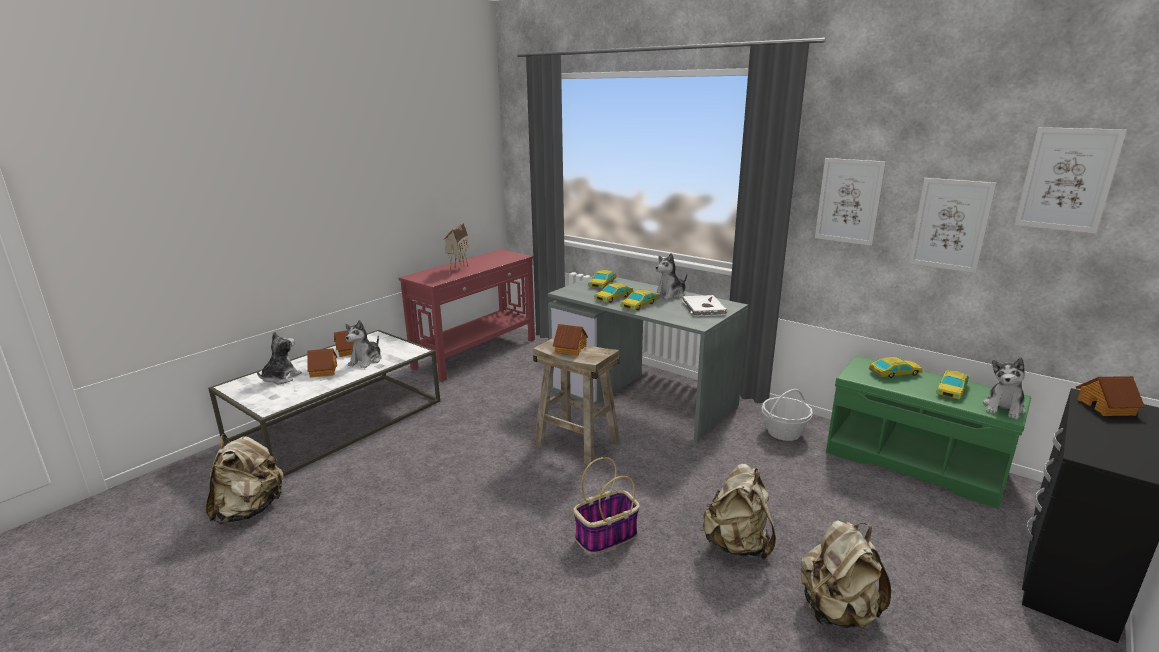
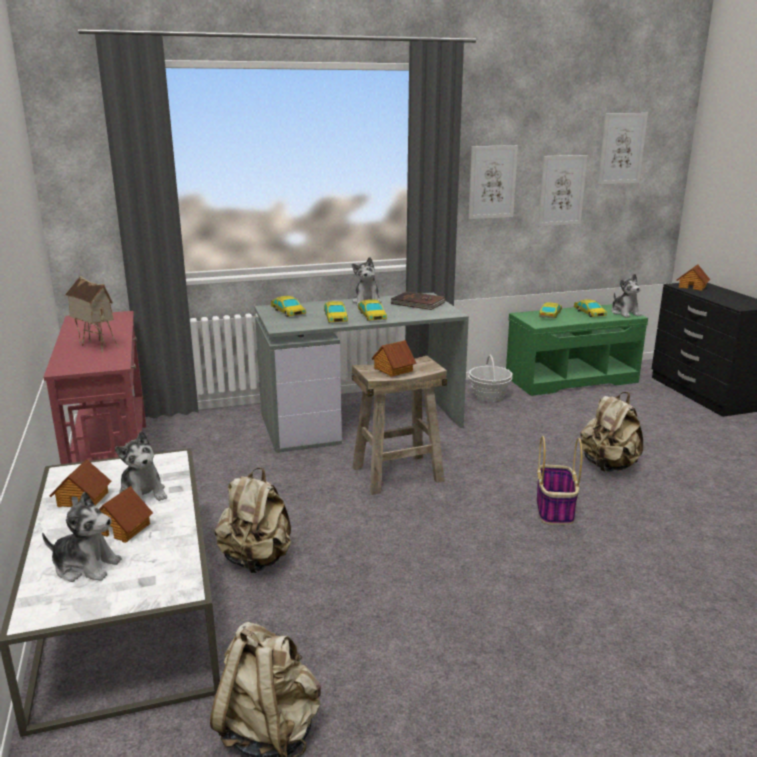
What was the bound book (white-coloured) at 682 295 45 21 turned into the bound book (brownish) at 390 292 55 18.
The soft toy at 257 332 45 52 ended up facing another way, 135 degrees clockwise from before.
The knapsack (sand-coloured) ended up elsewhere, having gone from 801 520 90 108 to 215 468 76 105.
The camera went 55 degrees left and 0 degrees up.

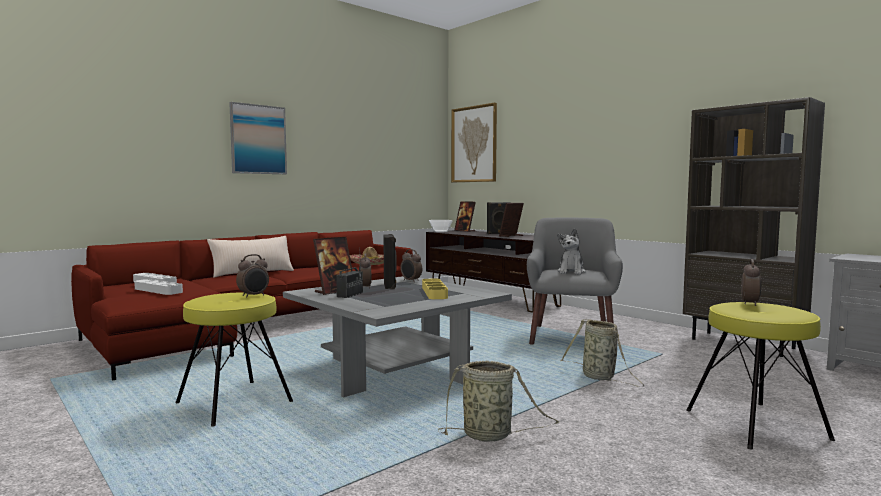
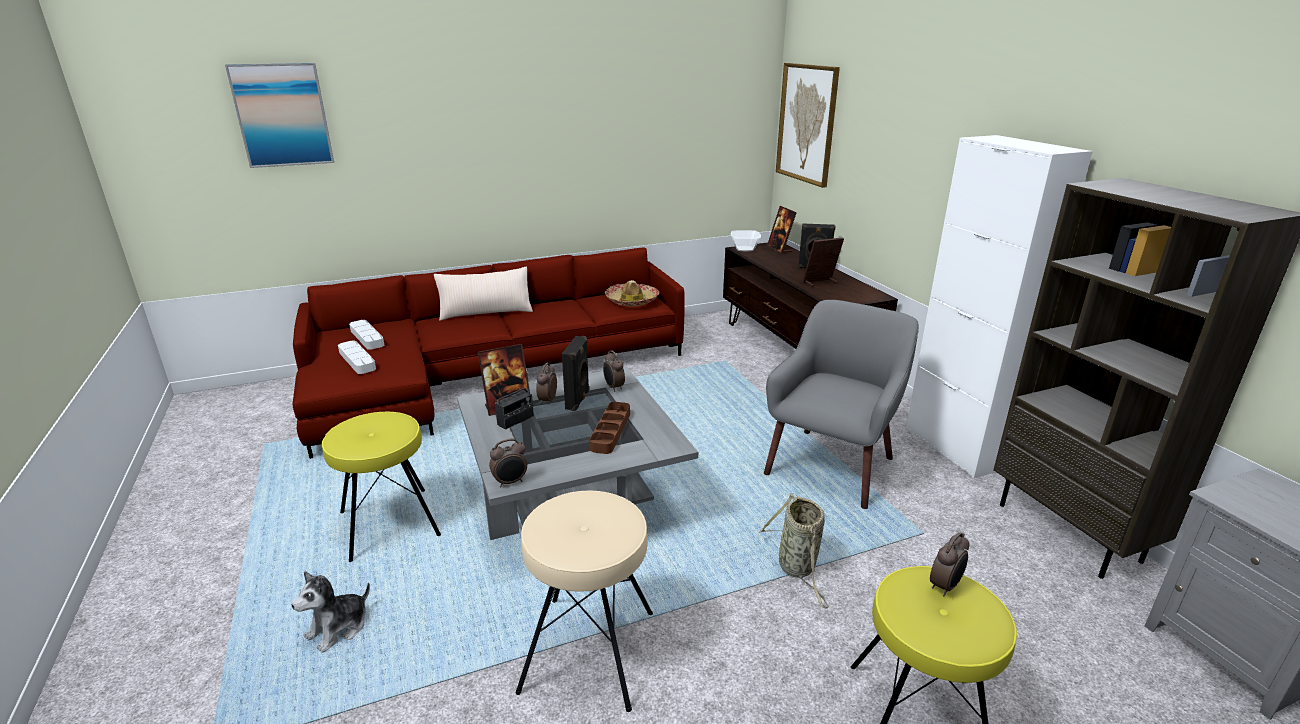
The wall art ended up elsewhere, having gone from 229 102 58 72 to 225 63 109 105.
The soft toy ended up elsewhere, having gone from 557 228 29 47 to 291 571 79 82.
The alarm clock ended up elsewhere, having gone from 236 254 33 44 to 489 439 38 49.
What was the tray (yellow-coloured) at 422 279 26 20 turned into the tray (brownish) at 589 402 41 52.
Where the basket stood at 437 360 122 81, the stool (sand-coloured) came to stand at 515 491 138 221.
The second view gained the cupboard (white-coloured) at 906 135 187 343.
The camera went 20 degrees right and 20 degrees up.

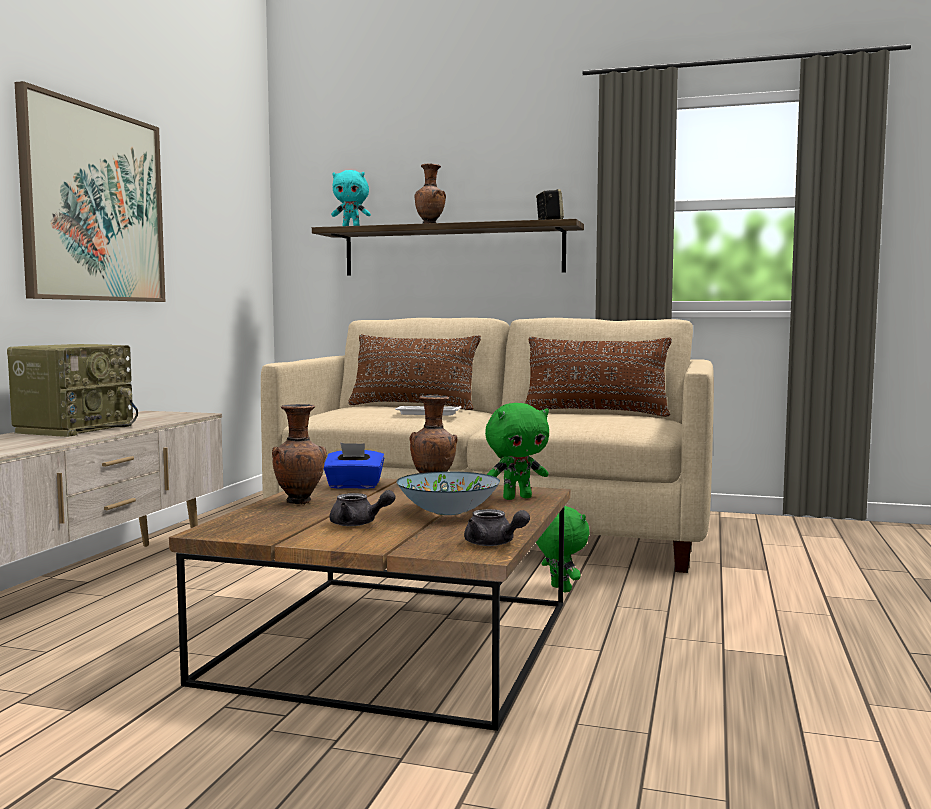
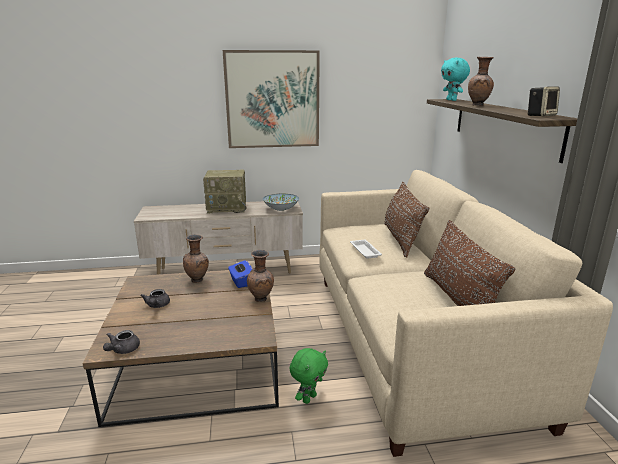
The second view lost the soft toy (green) at 485 403 64 97.
The bowl ended up elsewhere, having gone from 396 471 104 44 to 263 194 36 17.
The camera went 65 degrees right and 15 degrees up.

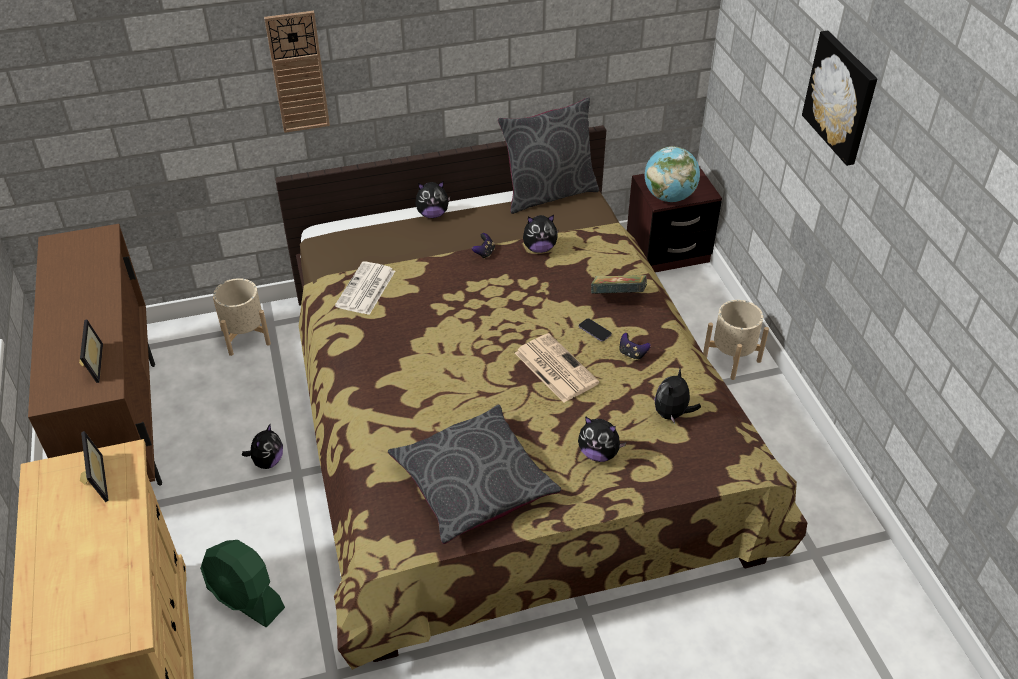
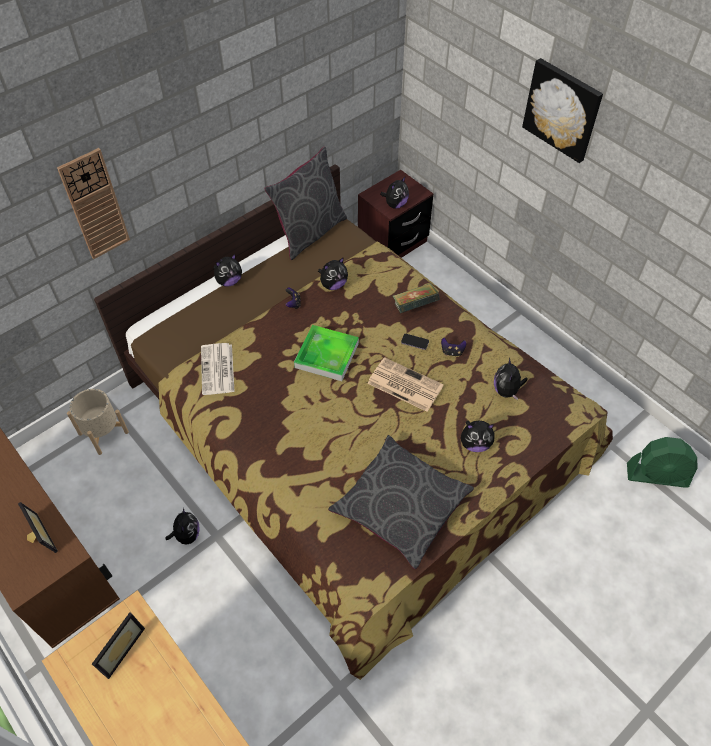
Where the desk globe stood at 644 146 56 56, the soft toy came to stand at 380 177 29 32.
The second view lost the flower pot (sand-coloured) at 703 300 66 80.
The standing frame at 80 431 29 71 ended up facing another way, 75 degrees clockwise from before.
The electric fan (green) ended up elsewhere, having gone from 200 540 85 87 to 627 437 71 51.
The second view gained the tray at 294 325 65 56.
The camera went 25 degrees left and 10 degrees up.

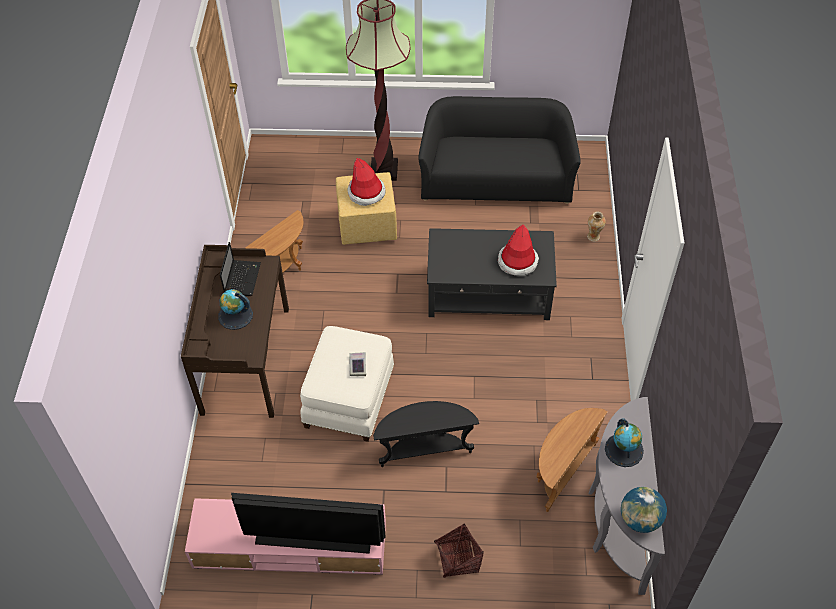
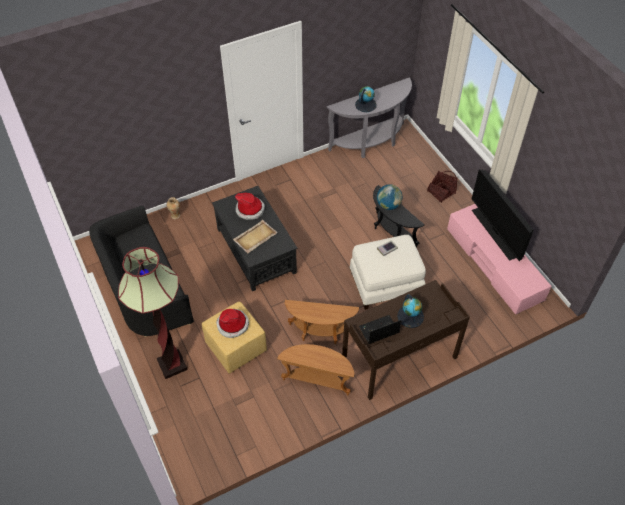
The accent table (brownish) ended up elsewhere, having gone from 536 408 72 104 to 285 300 74 44.
The desk globe ended up elsewhere, having gone from 621 487 46 46 to 377 184 25 26.
The second view gained the tray (sand-coloured) at 233 220 45 33.
The camera went 120 degrees left and 0 degrees up.

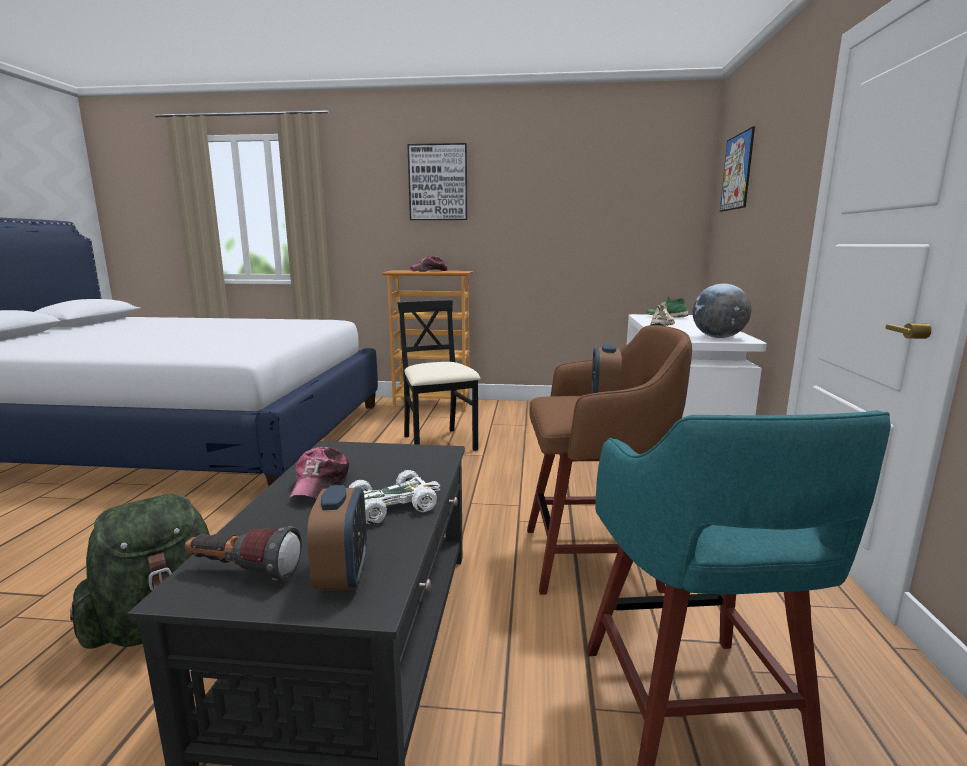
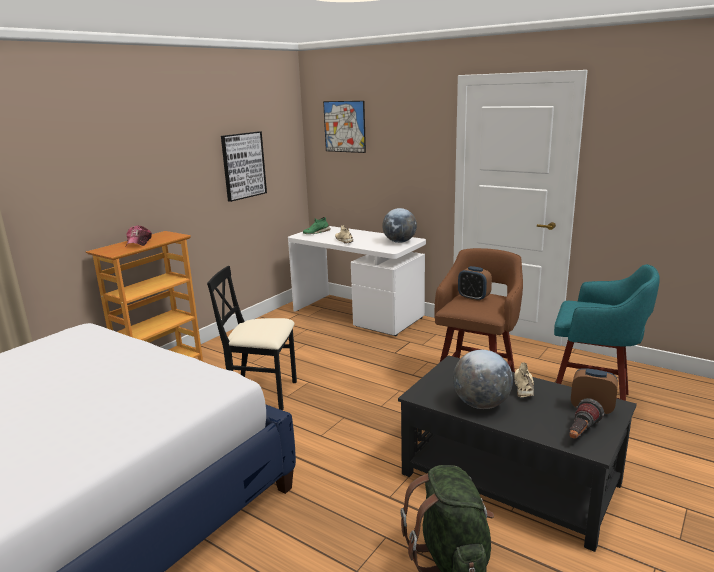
The wall art ended up elsewhere, having gone from 407 143 60 77 to 221 131 46 71.
Where the peaked cap stood at 288 447 61 52, the desk globe came to stand at 453 350 60 59.
Where the model car (white-coloured) stood at 349 470 91 55, the low shoe (sand-coloured) came to stand at 514 362 20 35.
The camera went 60 degrees left and 5 degrees up.

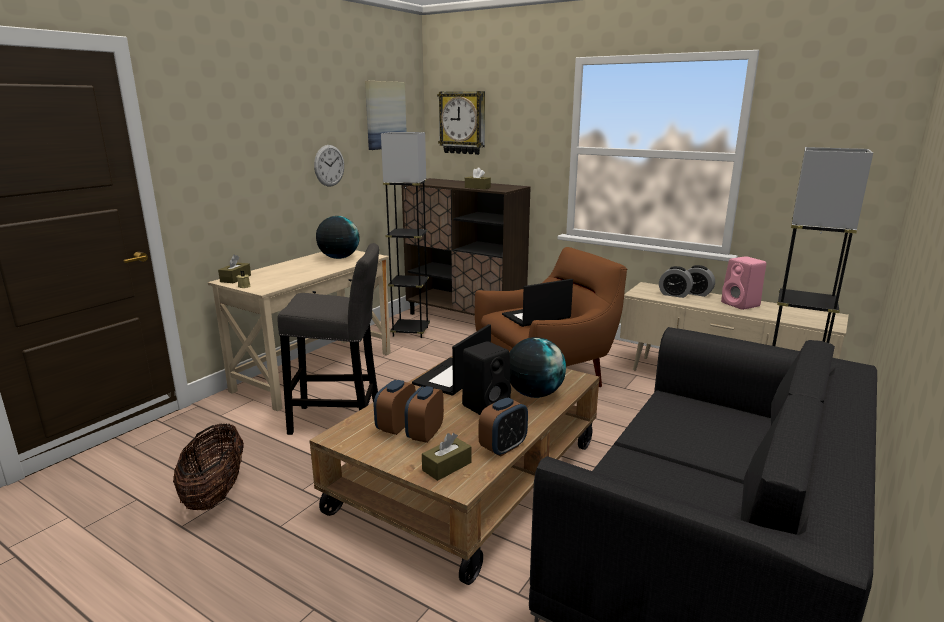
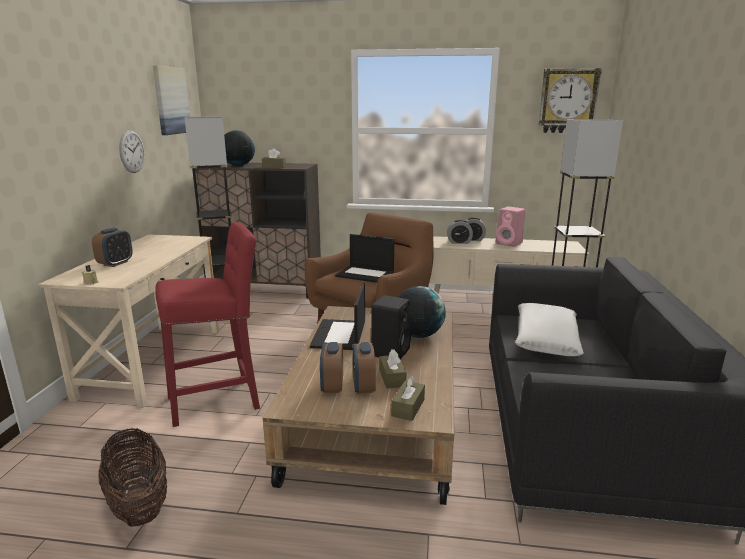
The clock on the wall ended up elsewhere, having gone from 437 91 48 64 to 539 68 63 65.
The desk globe ended up elsewhere, having gone from 316 216 44 43 to 224 130 31 36.
What was the stool (greyish) at 278 243 101 192 turned into the stool (red) at 155 222 105 205.
The tissue box (brownish) ended up elsewhere, having gone from 218 254 33 29 to 379 349 28 40.
The laptop at 502 279 71 48 ended up facing another way, 105 degrees counterclockwise from before.
The alarm clock ended up elsewhere, having gone from 479 398 49 59 to 92 228 41 39.
The second view gained the throw pillow (white-coloured) at 515 303 69 53.
The camera went 25 degrees left and 0 degrees up.

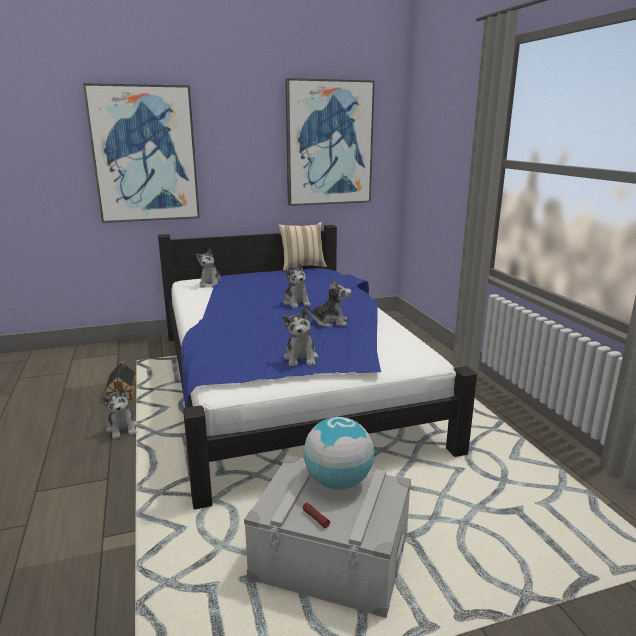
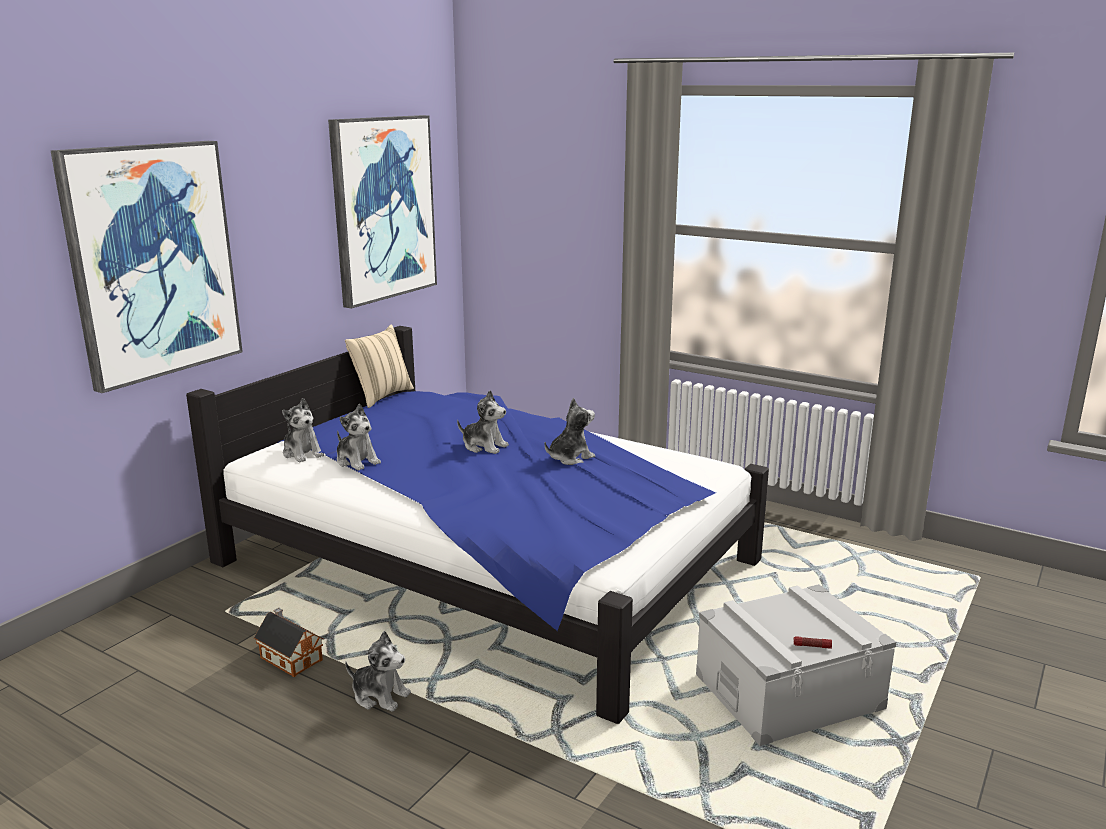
The soft toy ended up elsewhere, having gone from 282 308 36 59 to 337 404 44 67.
The second view lost the desk globe at 303 417 71 73.
The camera went 40 degrees left and 0 degrees up.

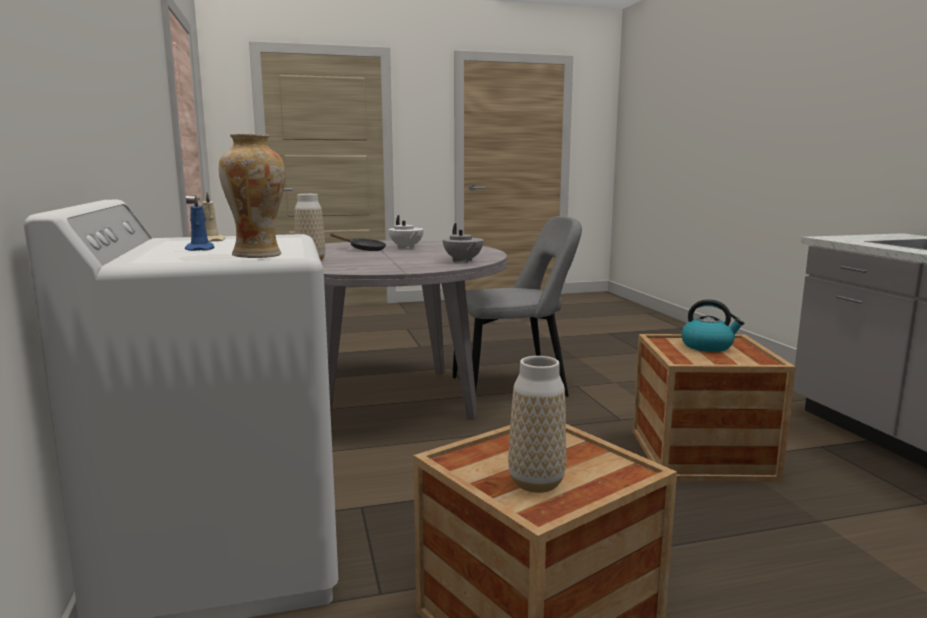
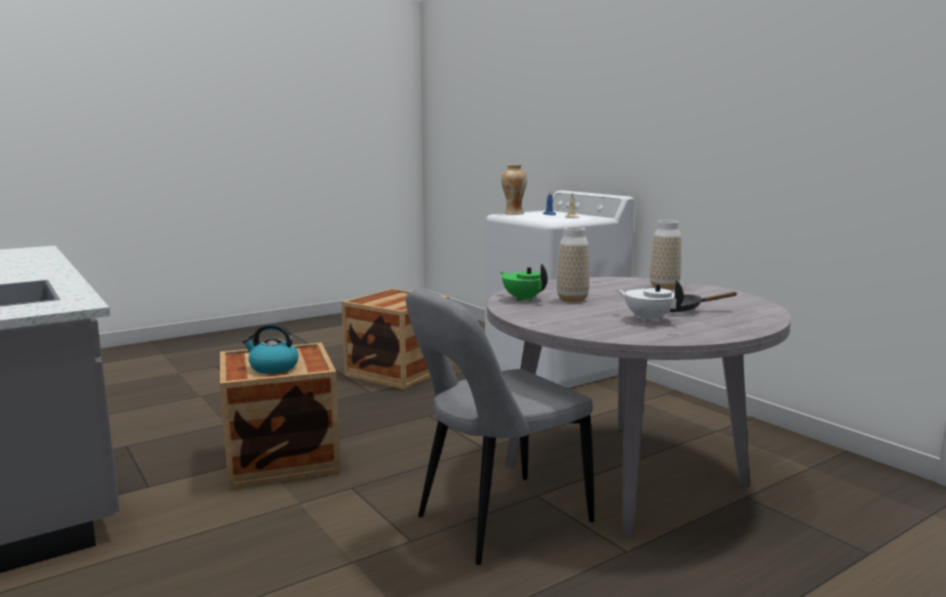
What was the teapot (greyish) at 443 223 41 40 turned into the teapot (green) at 500 264 48 37.
The decorative vase ended up elsewhere, having gone from 508 356 58 137 to 557 227 32 75.
The camera went 160 degrees right and 0 degrees up.

